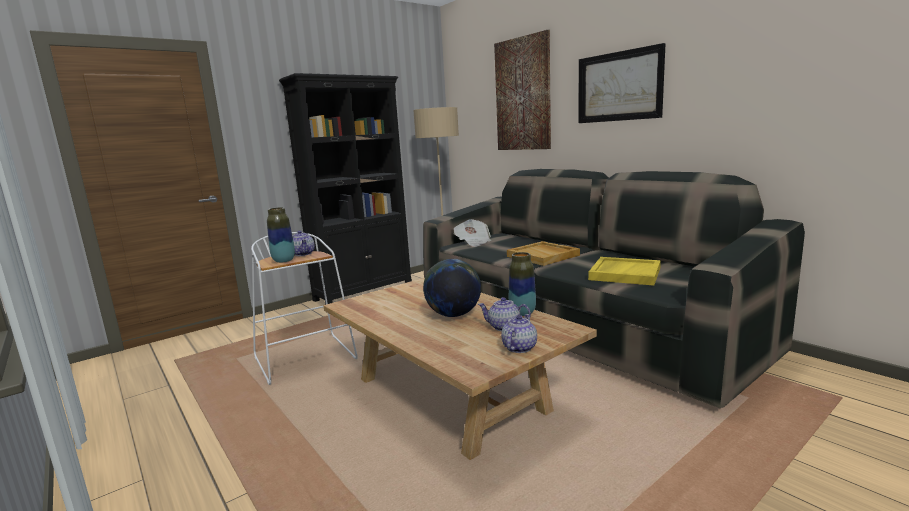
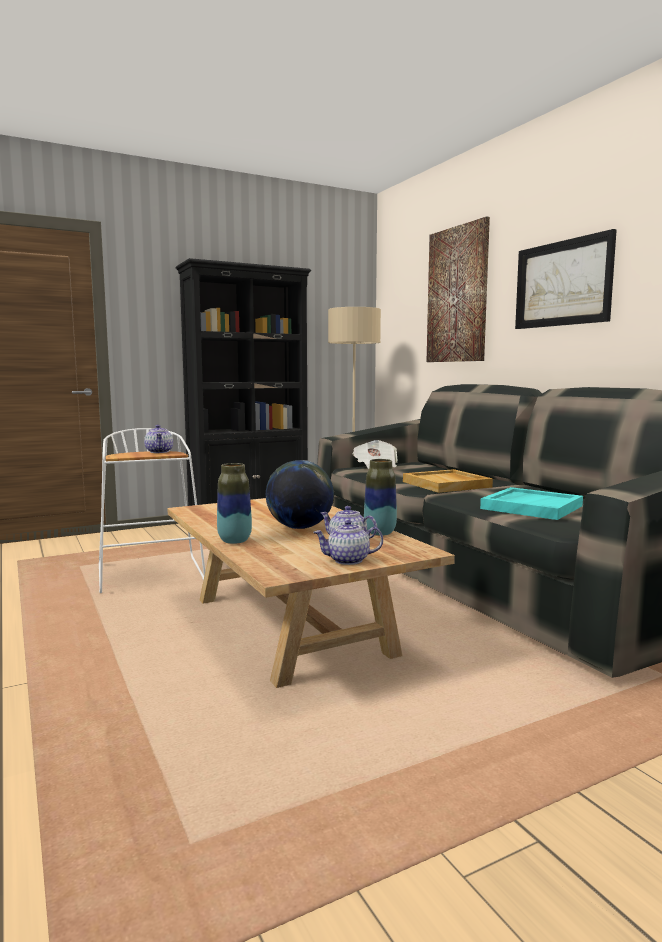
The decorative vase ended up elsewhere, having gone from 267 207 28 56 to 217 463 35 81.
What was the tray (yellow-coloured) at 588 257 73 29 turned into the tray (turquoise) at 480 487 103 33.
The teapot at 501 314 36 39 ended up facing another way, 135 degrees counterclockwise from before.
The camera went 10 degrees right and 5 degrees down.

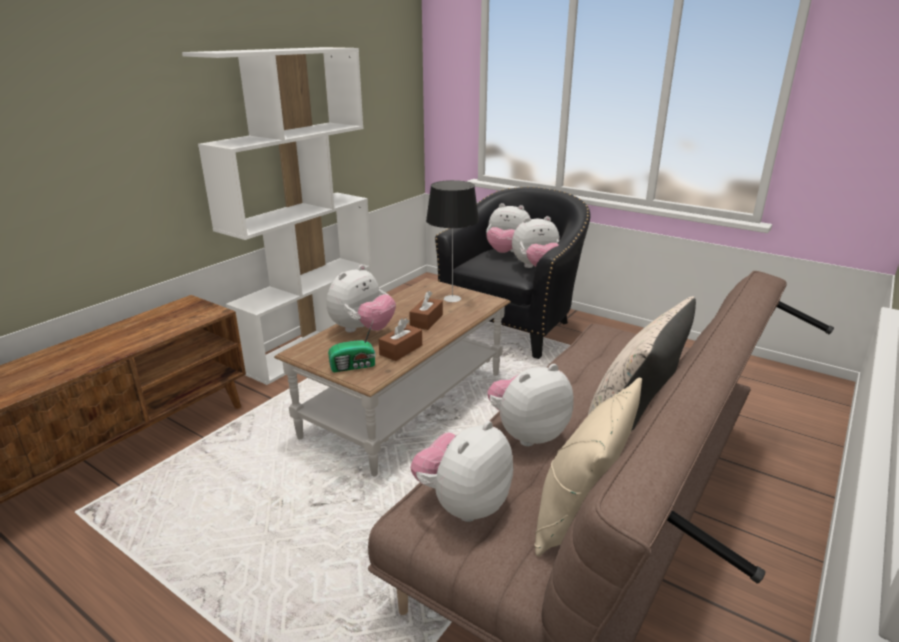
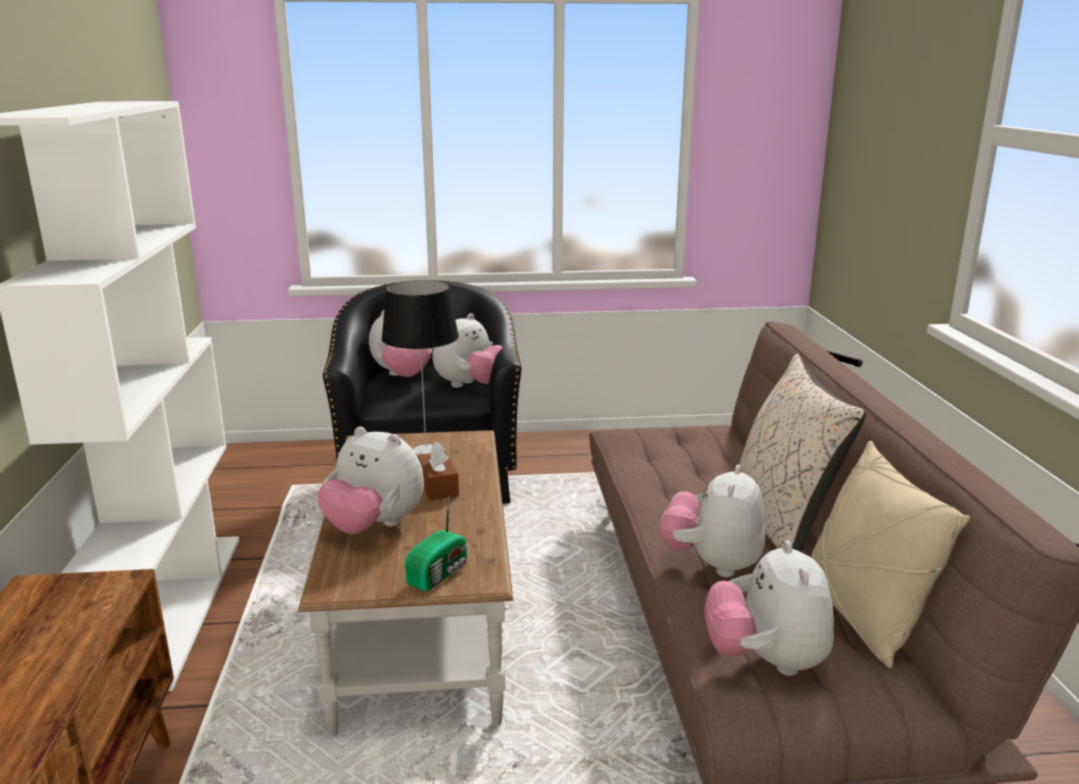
The soft toy at 326 265 70 68 ended up facing another way, 120 degrees clockwise from before.
The second view lost the tissue box (brownish) at 379 318 43 43.
The camera went 40 degrees left and 5 degrees down.

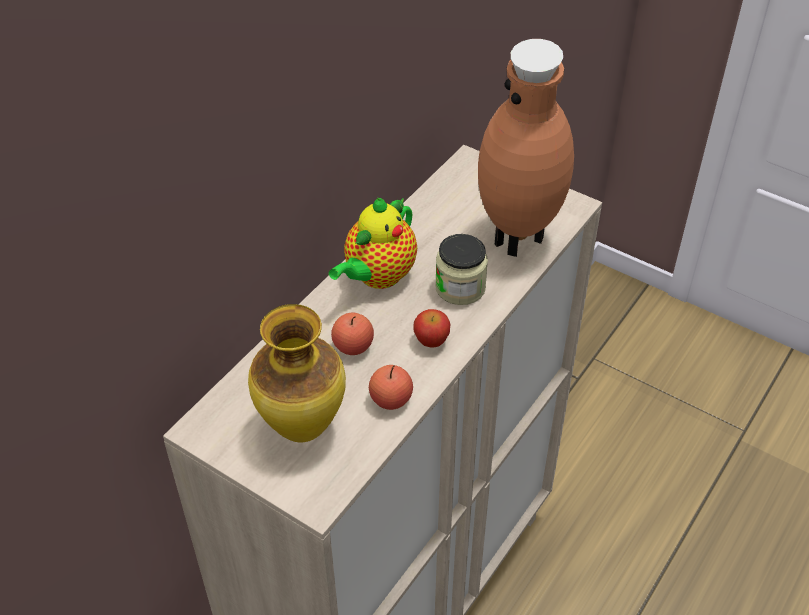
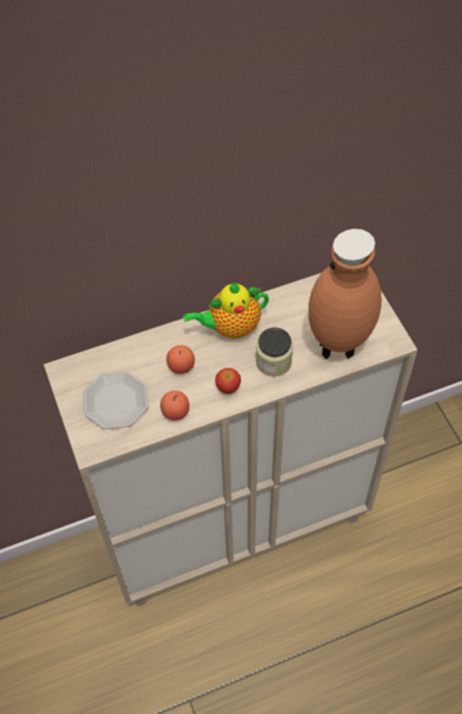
Where the decorative vase stood at 248 304 98 138, the dinner plate came to stand at 83 371 66 58.
The camera went 35 degrees right and 10 degrees up.

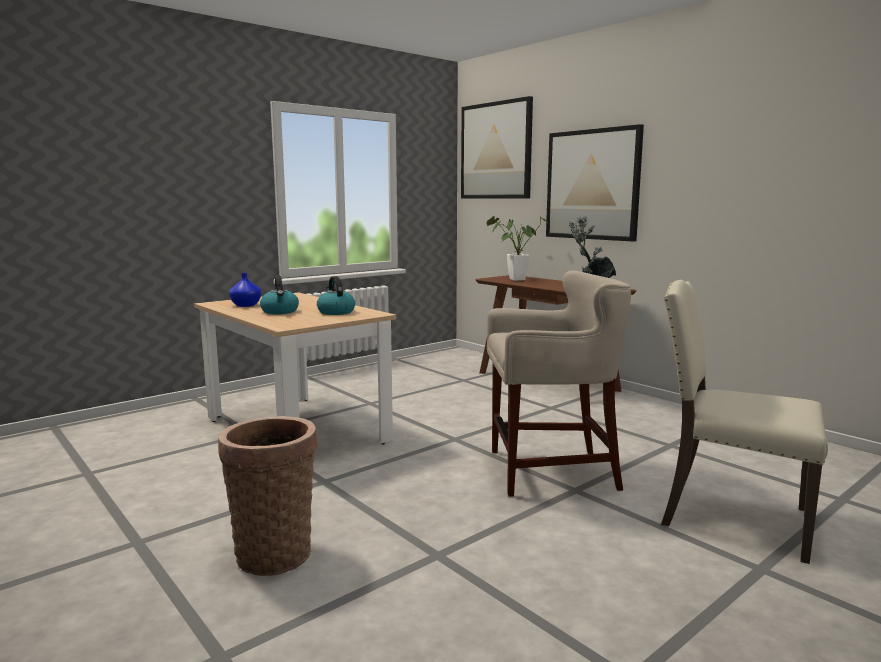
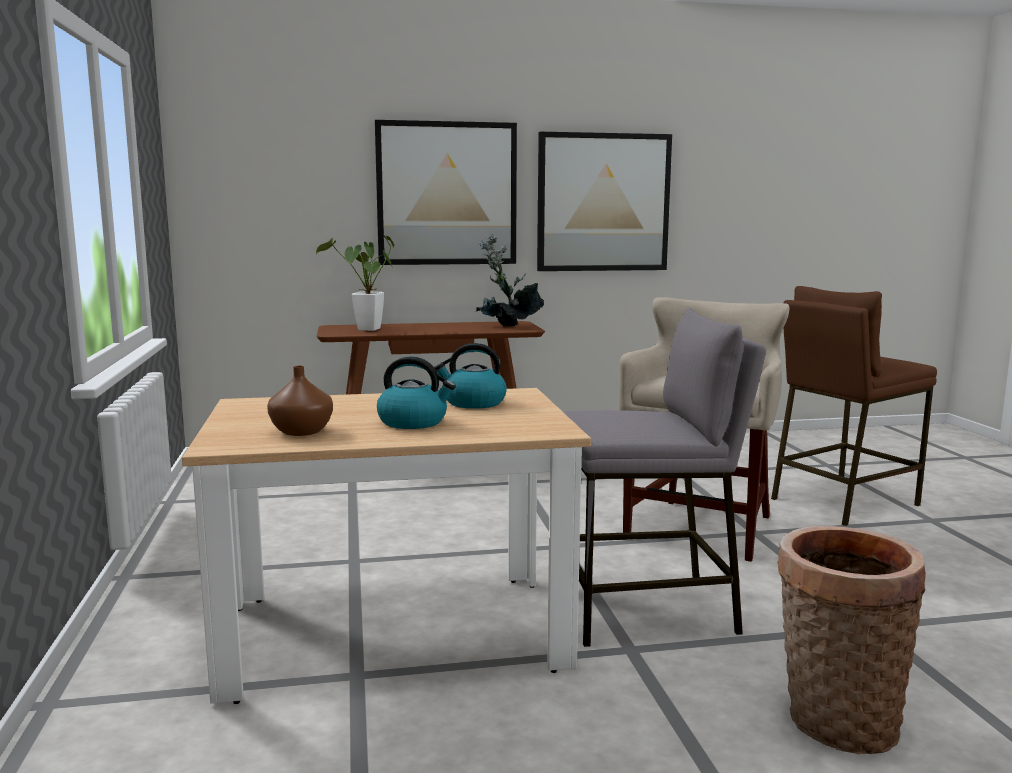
The wall art ended up elsewhere, having gone from 461 96 72 103 to 537 132 135 139.
What was the decorative vase (blue) at 229 273 33 34 turned into the decorative vase (brownish) at 267 366 66 70.
Where the plain chair (sand-coloured) stood at 661 280 167 284, the stool (brownish) came to stand at 771 286 166 240.
The second view gained the stool (greyish) at 563 308 203 339.
The camera went 60 degrees left and 0 degrees up.

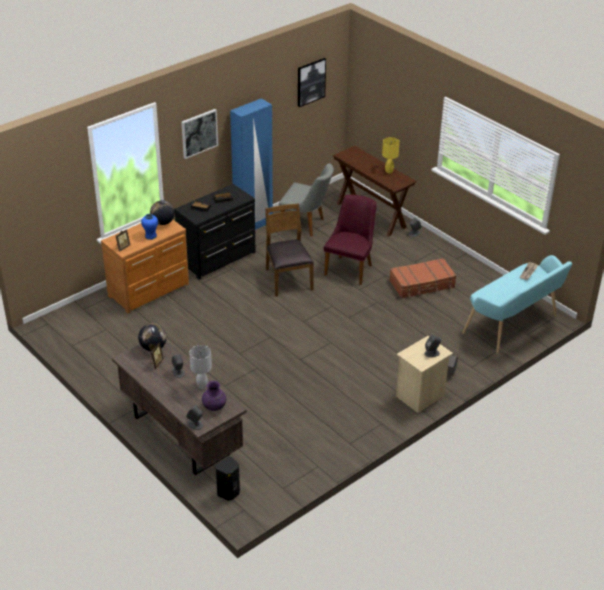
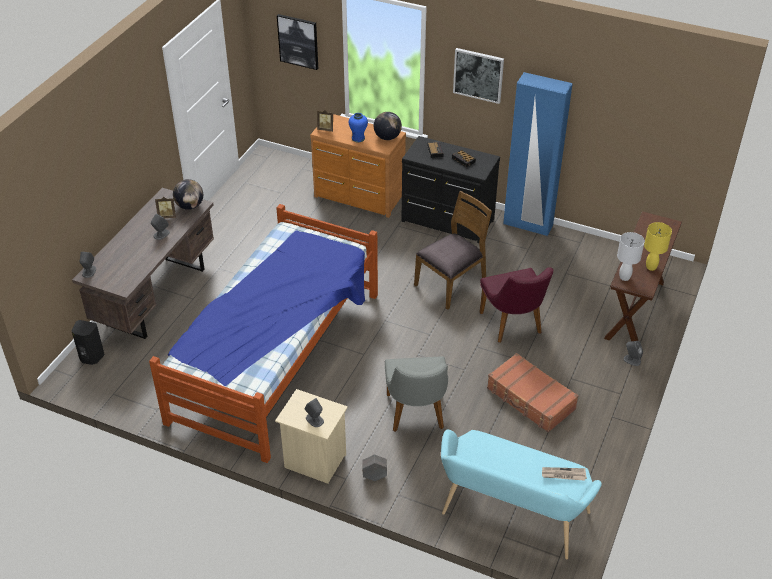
The wall art ended up elsewhere, having gone from 298 58 28 49 to 277 14 41 56.
The plain chair (greyish) ended up elsewhere, having gone from 279 163 55 73 to 385 356 63 76.
The plain chair (purplish) at 324 195 53 90 ended up facing another way, 75 degrees clockwise from before.
The tabletop lamp (white-coloured) ended up elsewhere, having gone from 189 345 23 44 to 617 232 28 49.
The second view lost the decorative vase (purplish) at 202 381 24 30.
The second view gained the bed at 149 204 229 259.
The camera went 65 degrees right and 5 degrees up.

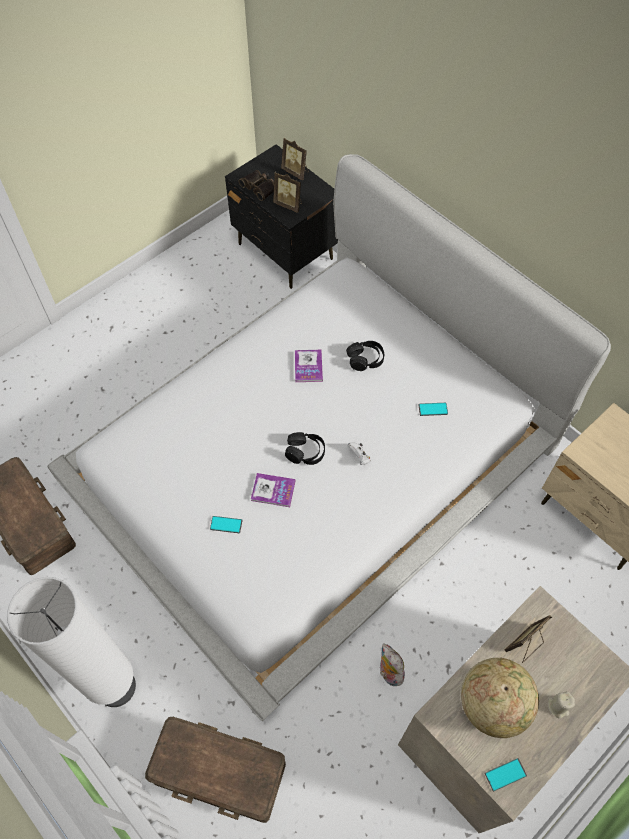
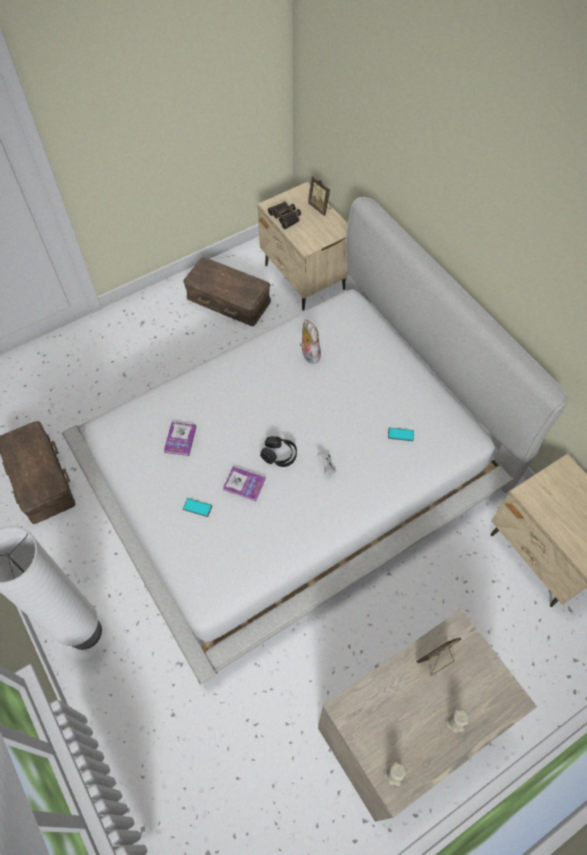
What was the bedside table (black-coloured) at 225 144 113 145 turned into the bedside table (sand-coloured) at 257 182 91 129.
The second view lost the standing frame at 273 172 29 41.
The second view lost the headphones (black-coloured) at 346 341 38 30.
The bound book ended up elsewhere, having gone from 295 350 28 32 to 164 422 32 34.
The soft toy ended up elsewhere, having gone from 380 643 25 43 to 300 319 21 45.
The second view lost the desk globe at 461 658 78 80.
The storage bin (brownish) ended up elsewhere, having gone from 145 717 141 106 to 183 257 88 69.
Where the telephone stood at 485 758 42 34, the wax light (sand-coloured) came to stand at 384 762 22 24.
The camera went 10 degrees right and 0 degrees up.

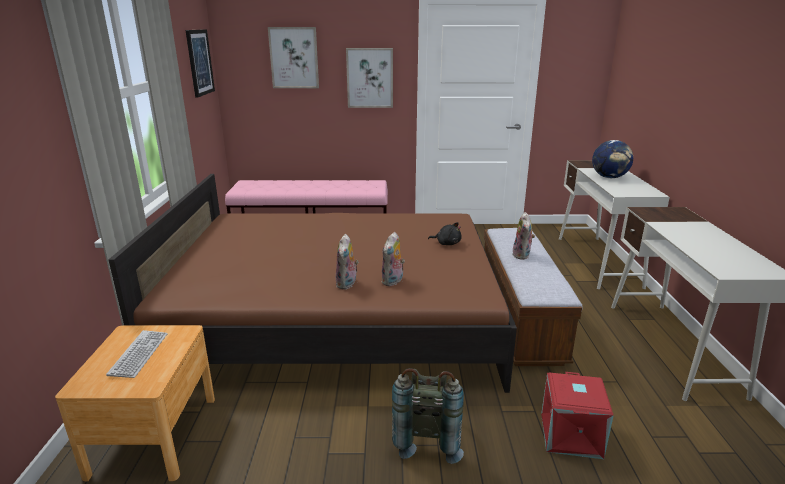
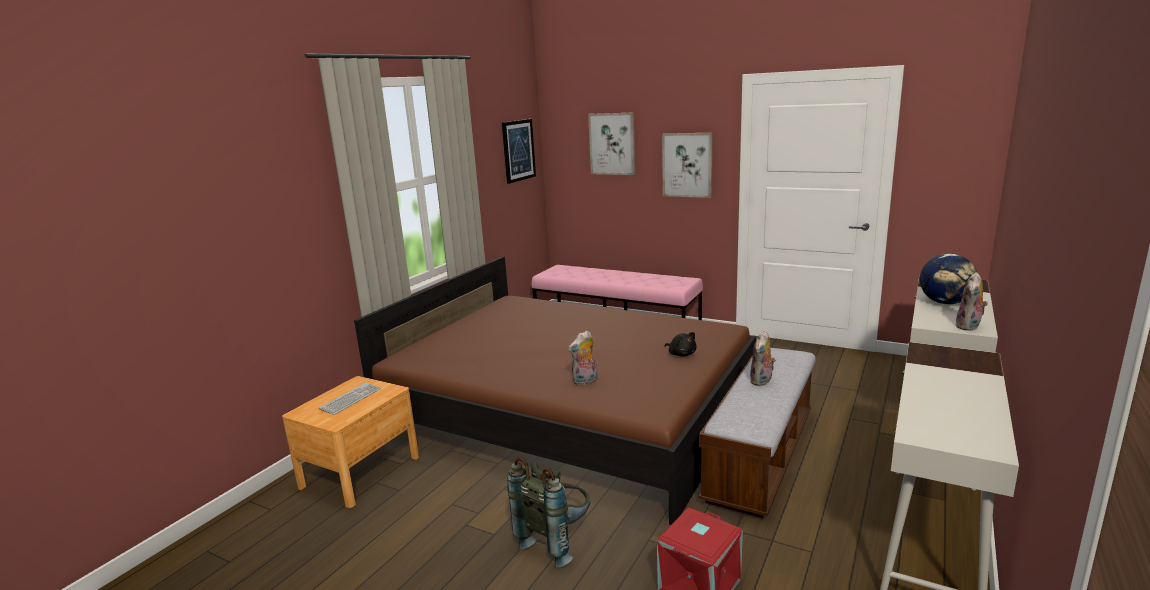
The soft toy ended up elsewhere, having gone from 336 234 23 55 to 955 272 33 59.
The camera went 30 degrees right and 5 degrees down.

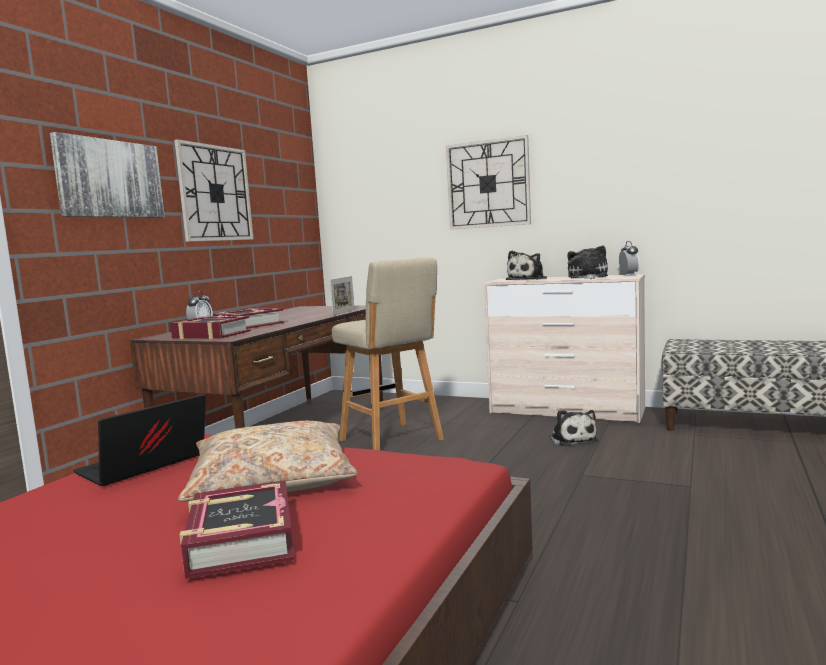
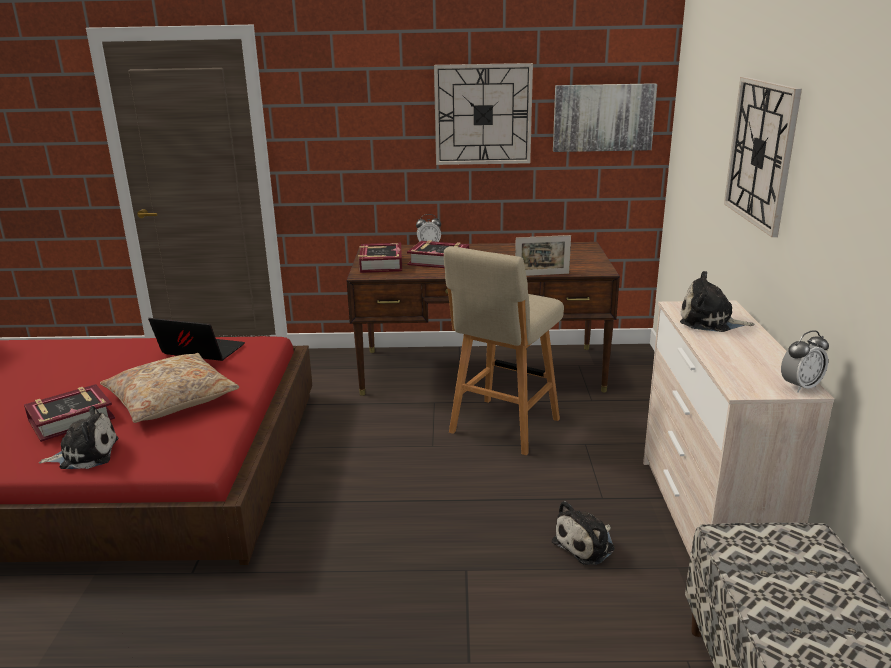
The wall art ended up elsewhere, having gone from 50 132 115 86 to 553 83 104 69.
The soft toy ended up elsewhere, having gone from 568 246 40 33 to 39 406 79 63.
The camera went 65 degrees right and 15 degrees up.

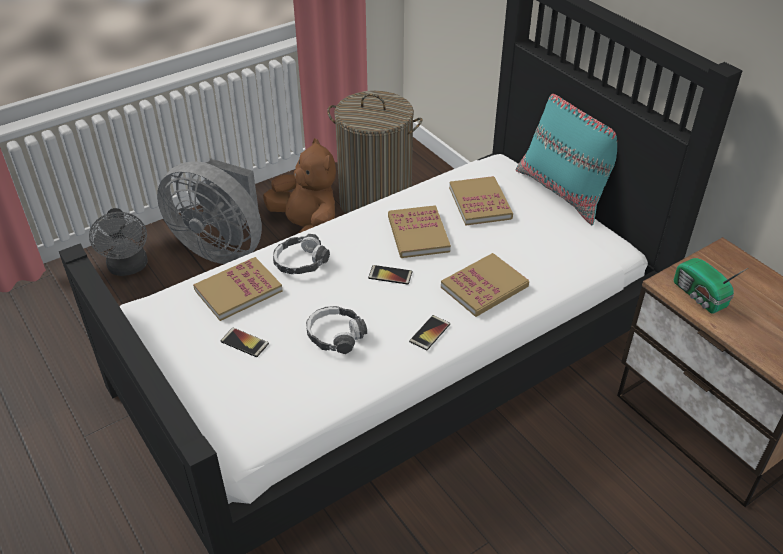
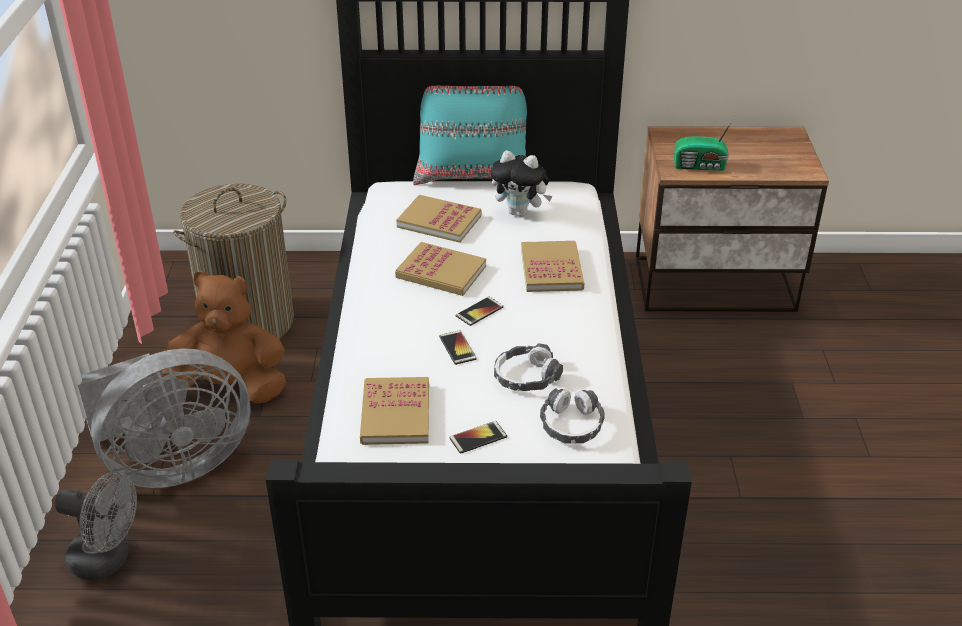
The headphones ended up elsewhere, having gone from 273 234 57 40 to 540 388 65 56.
The telephone ended up elsewhere, having gone from 409 315 41 36 to 439 330 38 35.
The second view gained the soft toy at 490 150 62 67.
The camera went 55 degrees left and 5 degrees down.

